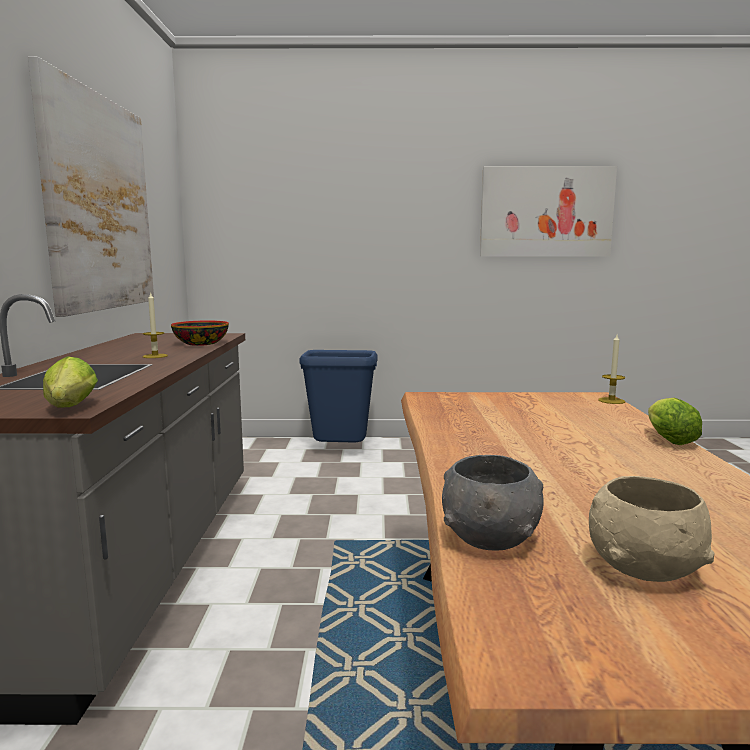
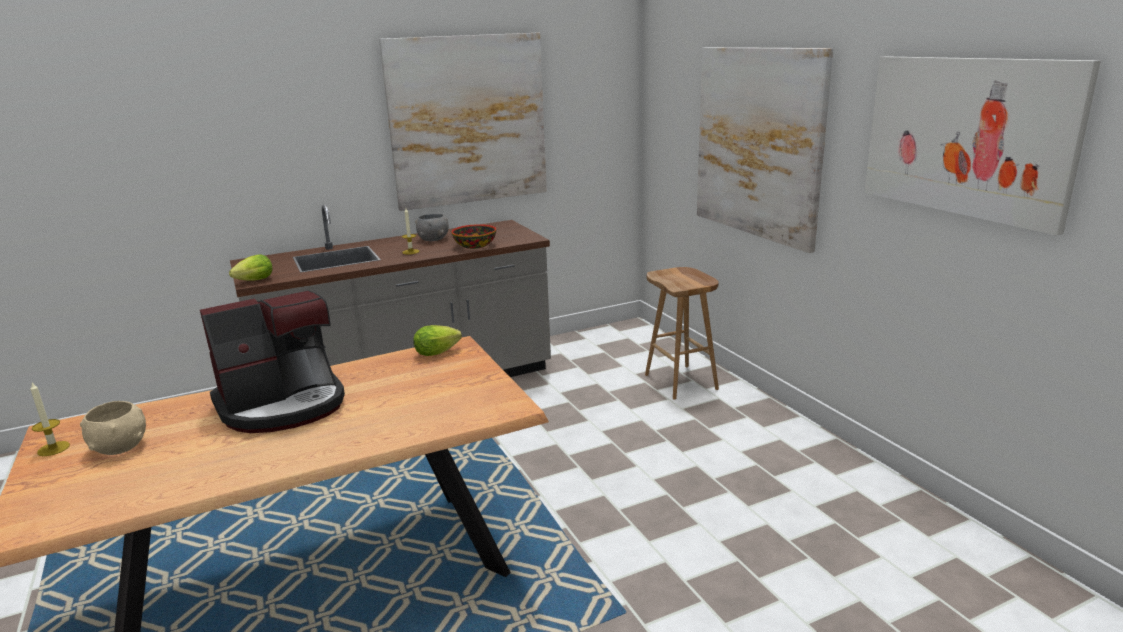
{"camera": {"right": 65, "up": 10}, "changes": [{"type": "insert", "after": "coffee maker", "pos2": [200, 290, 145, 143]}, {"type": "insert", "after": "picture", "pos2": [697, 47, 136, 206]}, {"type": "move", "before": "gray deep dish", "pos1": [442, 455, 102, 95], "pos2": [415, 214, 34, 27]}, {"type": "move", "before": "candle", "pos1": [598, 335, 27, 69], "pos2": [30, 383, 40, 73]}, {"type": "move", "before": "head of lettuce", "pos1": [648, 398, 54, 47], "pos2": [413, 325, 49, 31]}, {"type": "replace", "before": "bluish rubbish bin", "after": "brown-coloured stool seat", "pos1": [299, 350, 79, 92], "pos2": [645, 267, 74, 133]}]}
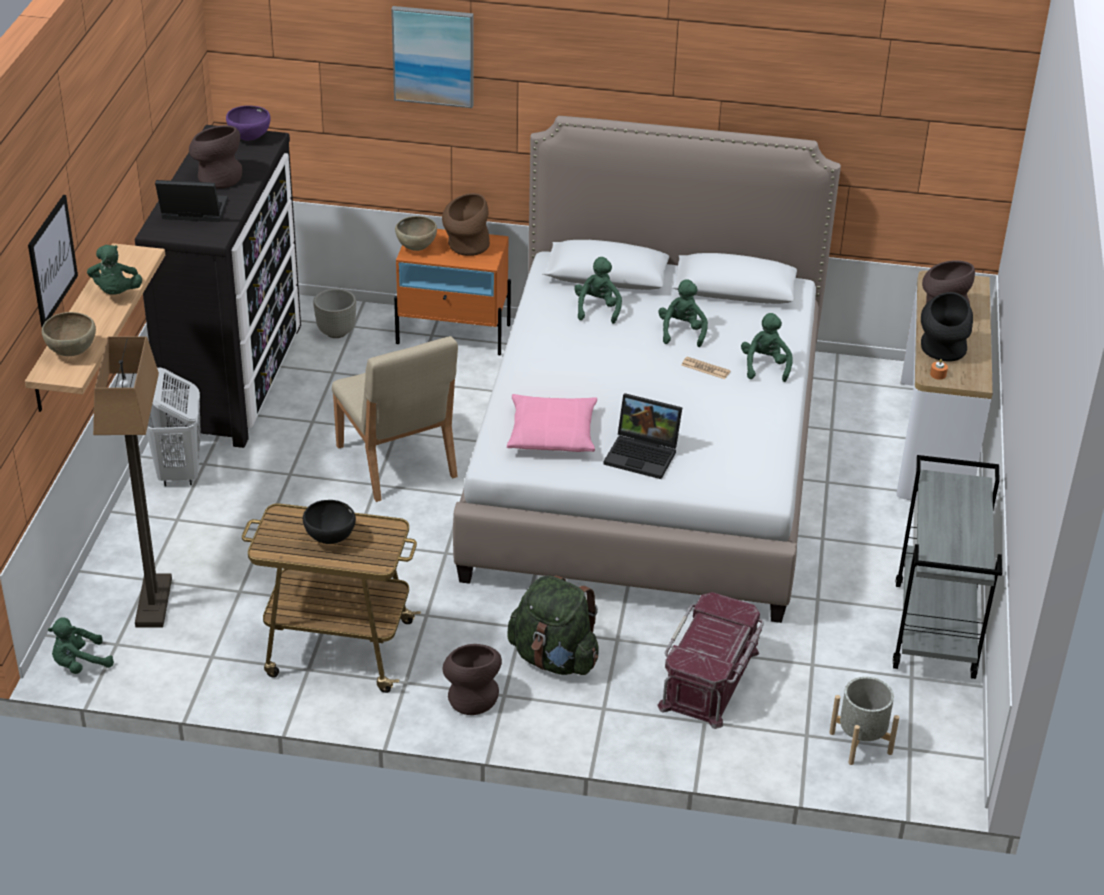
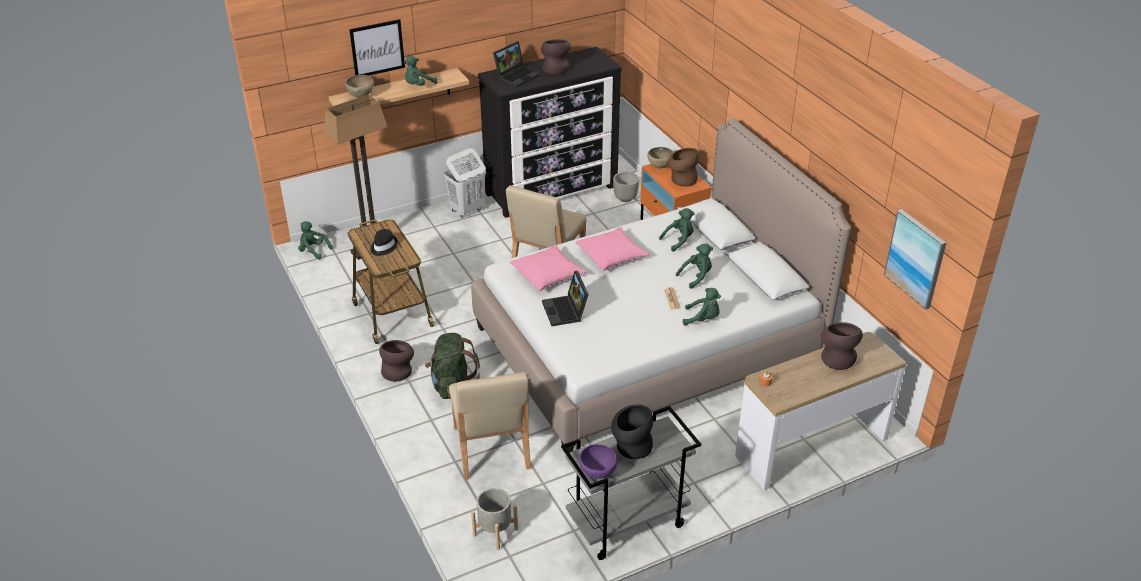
{"camera": {"right": 55, "up": 0}, "changes": [{"type": "insert", "after": "pinkish cushion", "pos2": [575, 227, 74, 44]}, {"type": "move", "before": "purple-coloured deep dish", "pos1": [226, 106, 44, 35], "pos2": [579, 444, 38, 35]}, {"type": "move", "before": "picture", "pos1": [391, 6, 83, 102], "pos2": [884, 209, 62, 101]}, {"type": "move", "before": "black decorative vase", "pos1": [921, 292, 52, 70], "pos2": [611, 405, 42, 54]}, {"type": "replace", "before": "black deep dish", "after": "black wearable hat", "pos1": [303, 500, 53, 44], "pos2": [370, 229, 28, 27]}, {"type": "replace", "before": "red storage container", "after": "sand-coloured plain chair", "pos1": [657, 592, 107, 137], "pos2": [449, 372, 82, 108]}, {"type": "rotate", "before": "notebook computer", "pos1": [155, 180, 73, 42], "pos2": [493, 42, 47, 45], "turn": 75}, {"type": "rotate", "before": "greenish plush toy", "pos1": [741, 313, 52, 69], "pos2": [683, 288, 38, 37], "turn": 45}]}
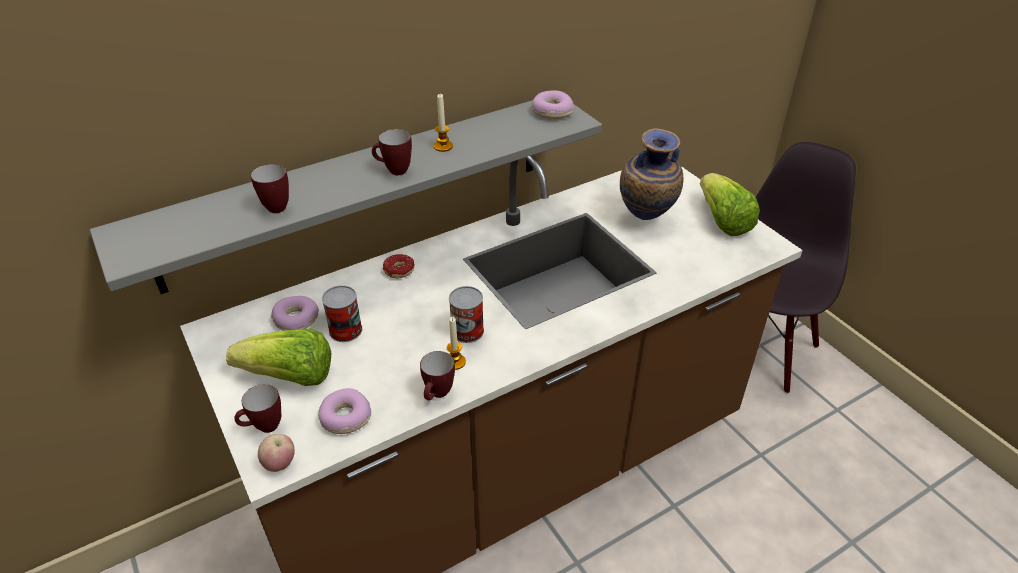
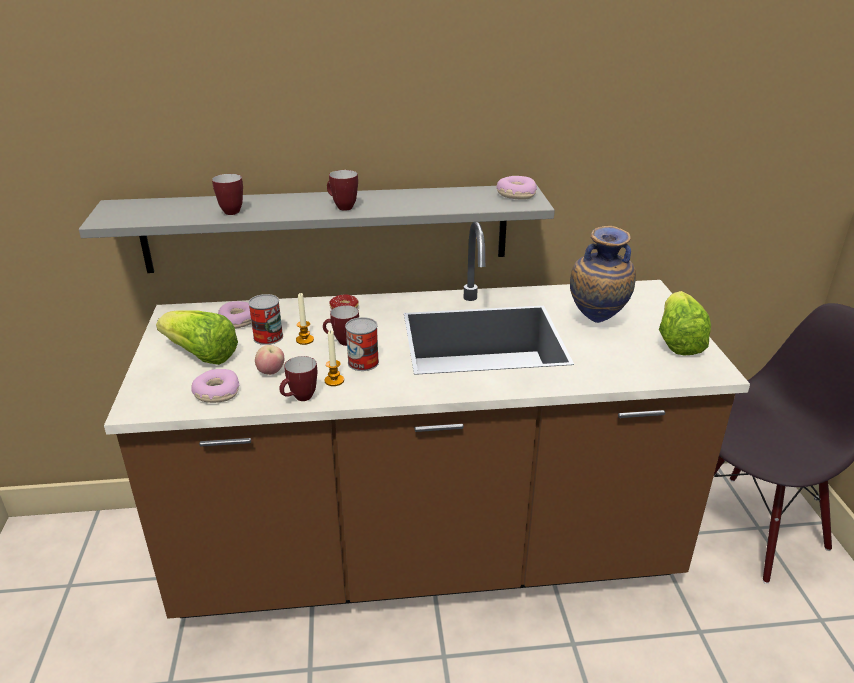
{"camera": {"right": 25, "up": -10}, "changes": [{"type": "move", "before": "tea mug", "pos1": [235, 384, 46, 49], "pos2": [323, 305, 36, 41]}, {"type": "move", "before": "whole apple", "pos1": [258, 434, 37, 38], "pos2": [255, 345, 30, 30]}, {"type": "move", "before": "candle", "pos1": [434, 94, 19, 58], "pos2": [296, 293, 18, 52]}]}
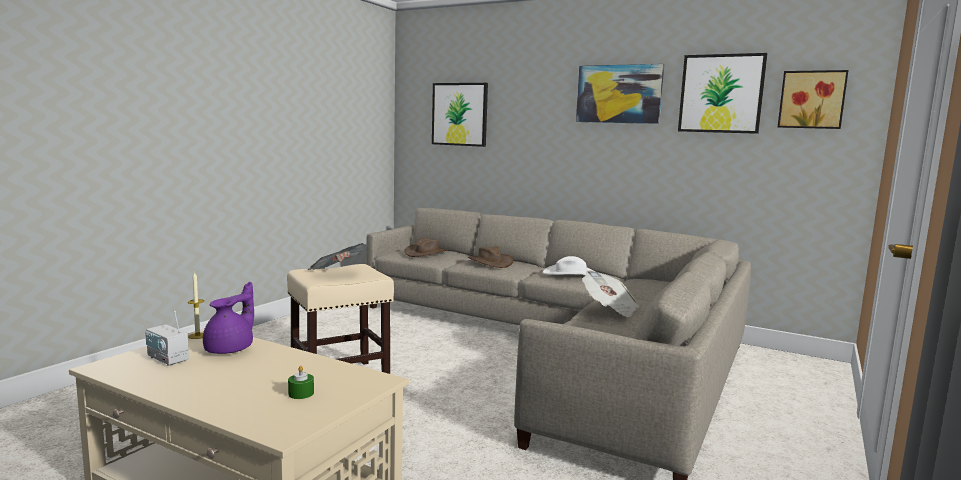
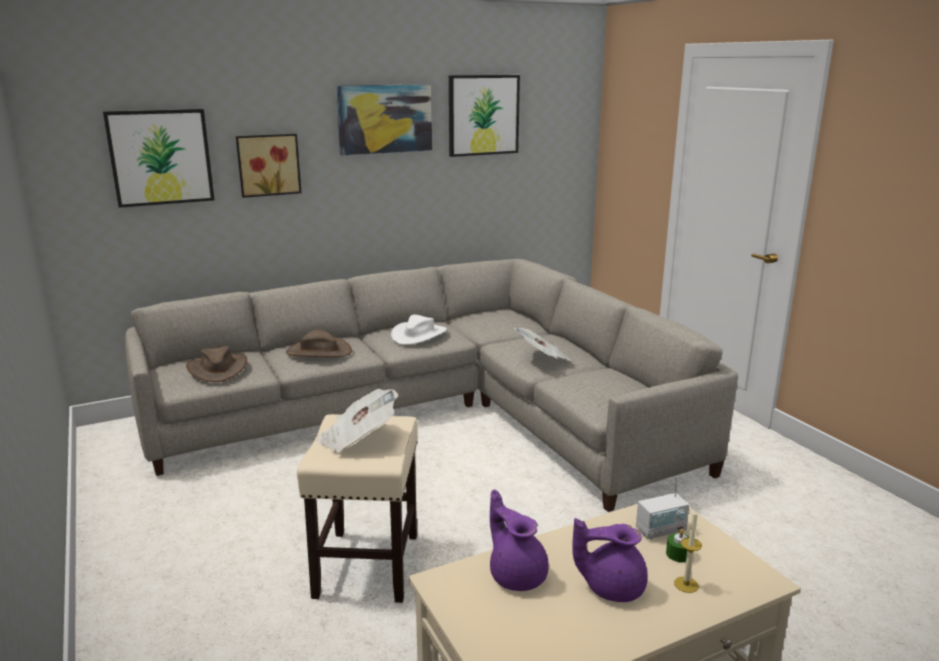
{"camera": {"right": -55, "up": 10}, "changes": [{"type": "insert", "after": "purple-coloured teapot", "pos2": [572, 518, 76, 84]}, {"type": "move", "before": "radio set", "pos1": [145, 310, 44, 56], "pos2": [636, 476, 53, 64]}, {"type": "move", "before": "candle", "pos1": [188, 271, 16, 68], "pos2": [674, 509, 28, 84]}, {"type": "move", "before": "picture", "pos1": [778, 70, 71, 59], "pos2": [236, 134, 66, 64]}]}
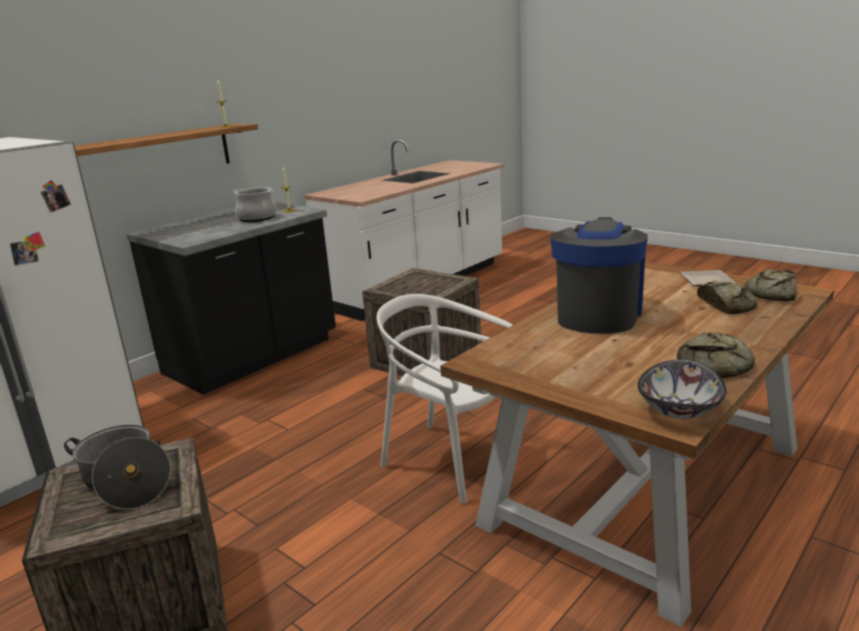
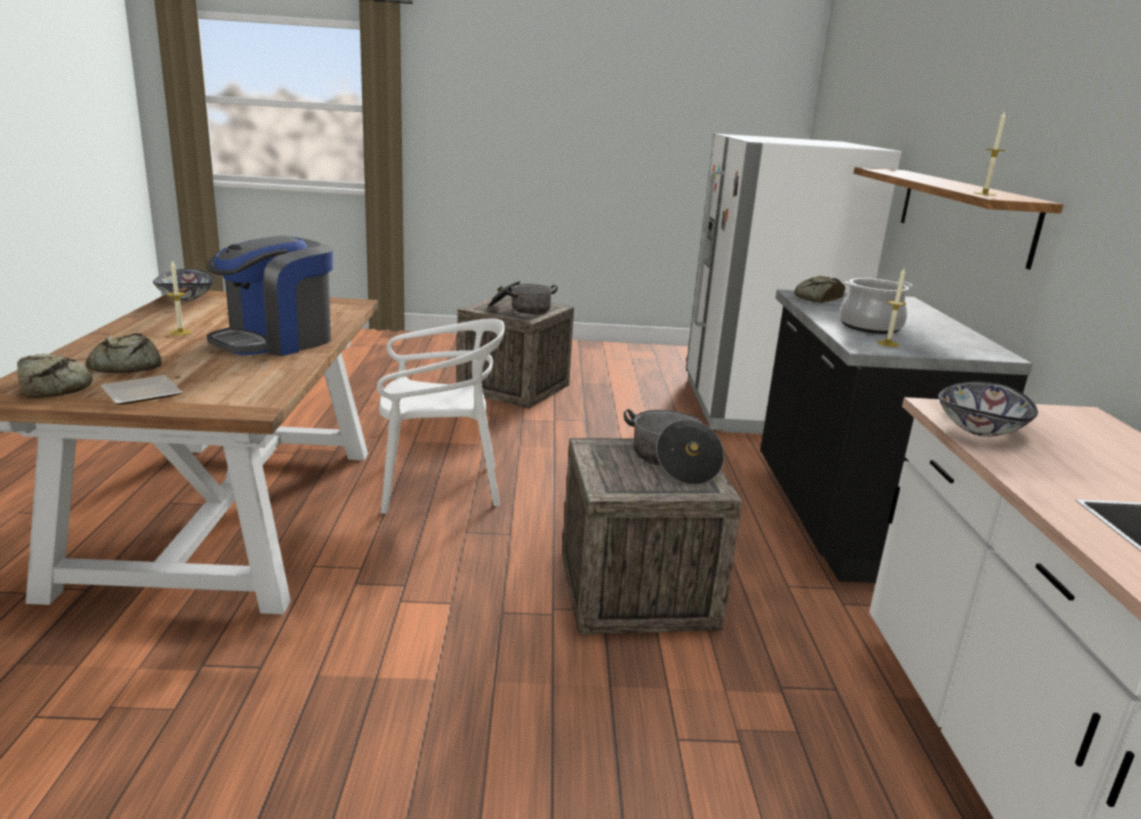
{"camera": {"right": 135, "up": 0}, "changes": [{"type": "insert", "after": "candle", "pos2": [167, 260, 24, 75]}, {"type": "insert", "after": "cooking pot", "pos2": [624, 409, 100, 76]}, {"type": "insert", "after": "deep dish", "pos2": [938, 381, 100, 56]}, {"type": "move", "before": "bread", "pos1": [677, 332, 78, 46], "pos2": [794, 276, 51, 27]}, {"type": "rotate", "before": "coffee maker", "pos1": [550, 217, 98, 117], "pos2": [206, 235, 127, 121], "turn": 60}]}
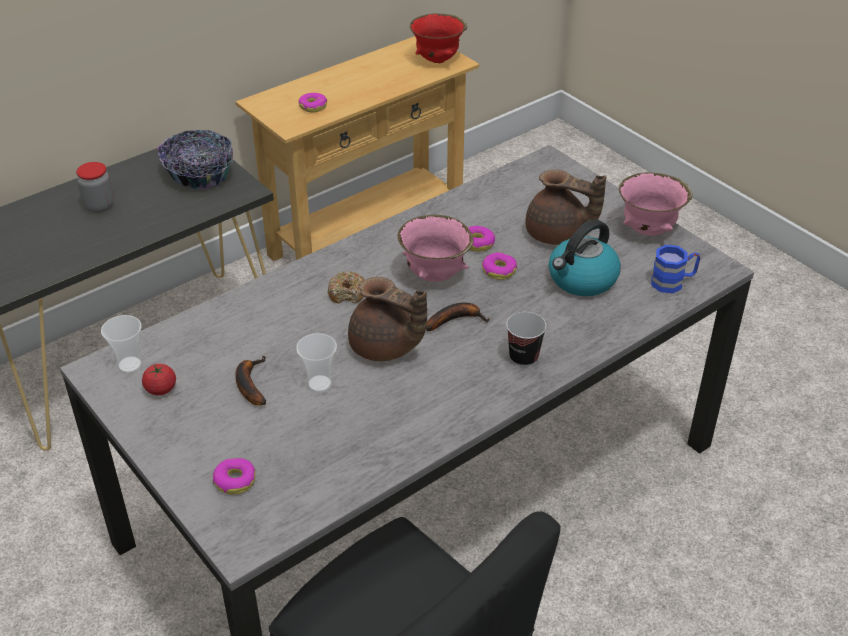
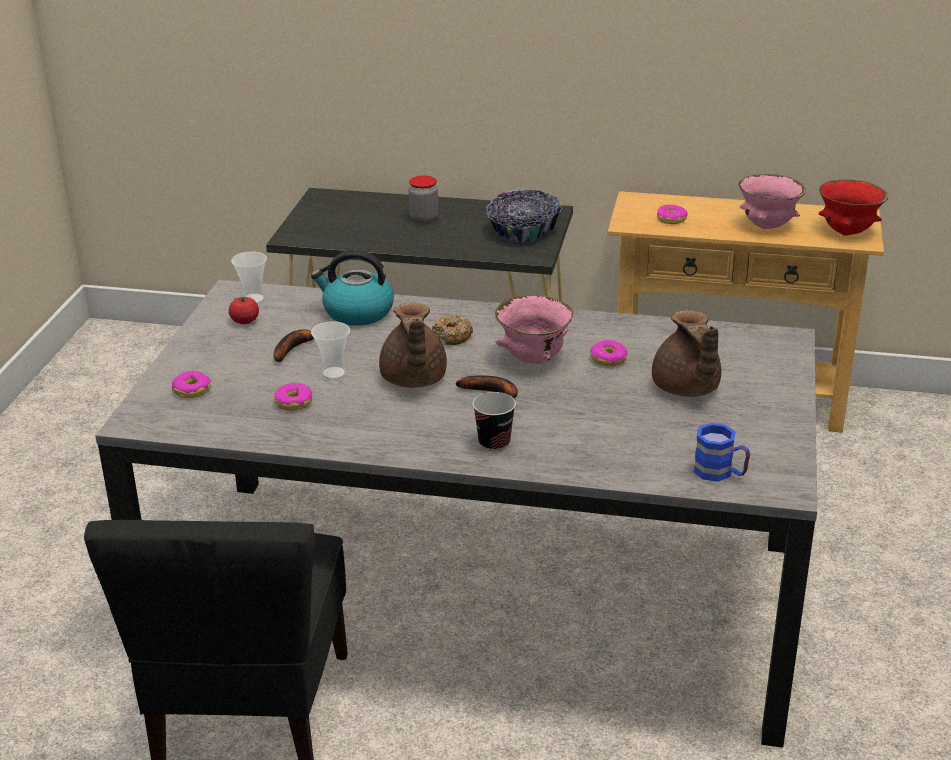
{"camera": {"right": 50, "up": -10}, "changes": [{"type": "move", "before": "doughnut", "pos1": [482, 252, 35, 28], "pos2": [274, 383, 38, 28]}, {"type": "move", "before": "tea kettle", "pos1": [549, 220, 72, 76], "pos2": [311, 250, 83, 76]}, {"type": "move", "before": "pinkish deep dish", "pos1": [619, 172, 73, 64], "pos2": [738, 174, 68, 55]}]}
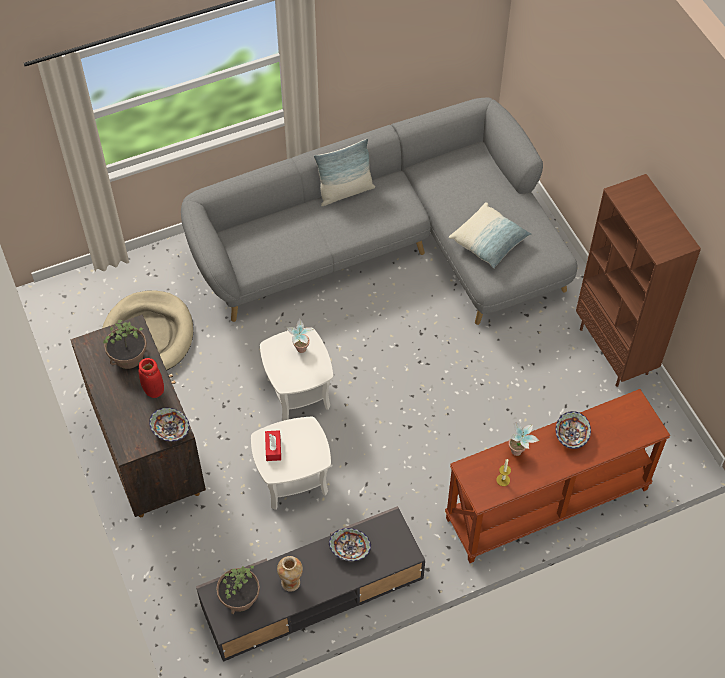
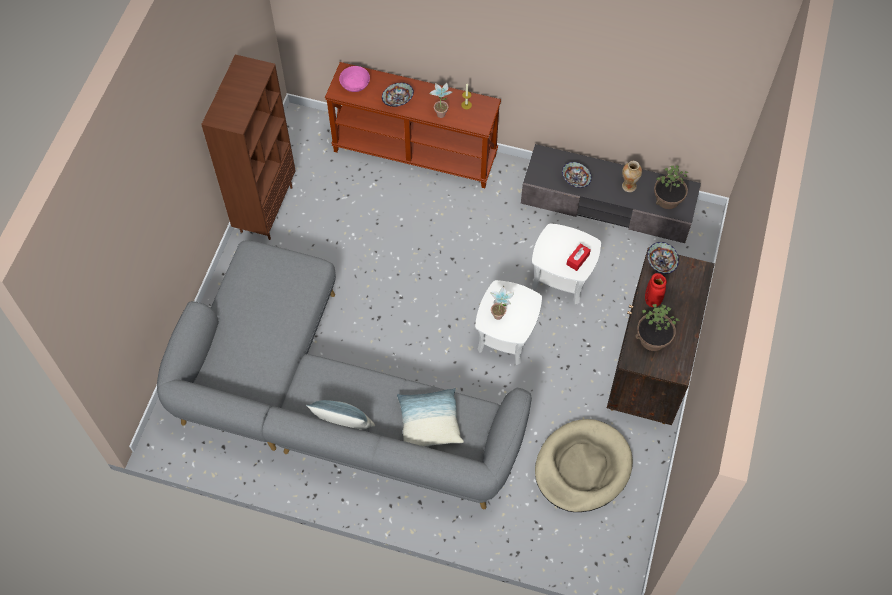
{"camera": {"right": -140, "up": 5}, "changes": [{"type": "insert", "after": "pinkish deep dish", "pos2": [339, 66, 31, 26]}, {"type": "move", "before": "cushion", "pos1": [449, 202, 83, 67], "pos2": [397, 388, 67, 59]}]}
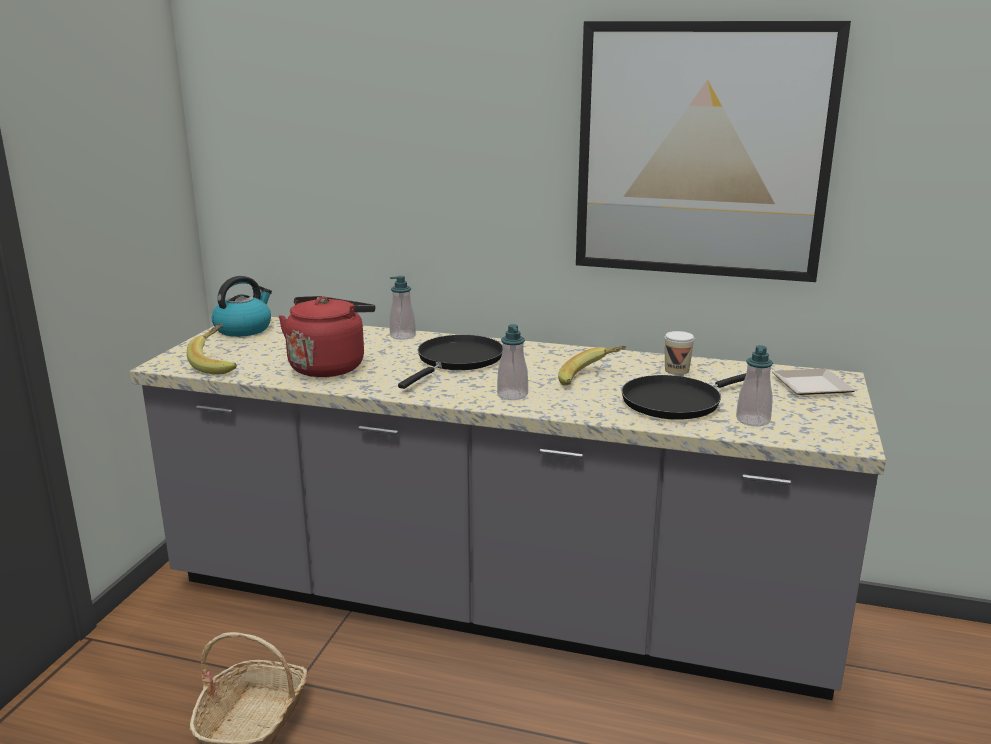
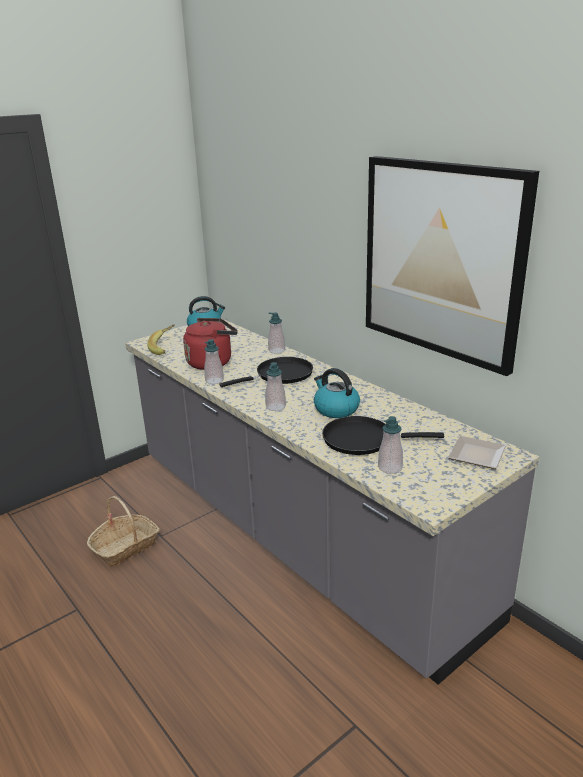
{"camera": {"right": 35, "up": 5}, "changes": [{"type": "delete", "before": "drinking cup", "pos1": [665, 331, 29, 44]}, {"type": "insert", "after": "soap dispenser", "pos2": [204, 339, 20, 45]}, {"type": "replace", "before": "banana fruit", "after": "tea kettle", "pos1": [558, 346, 68, 39], "pos2": [314, 368, 46, 50]}]}
